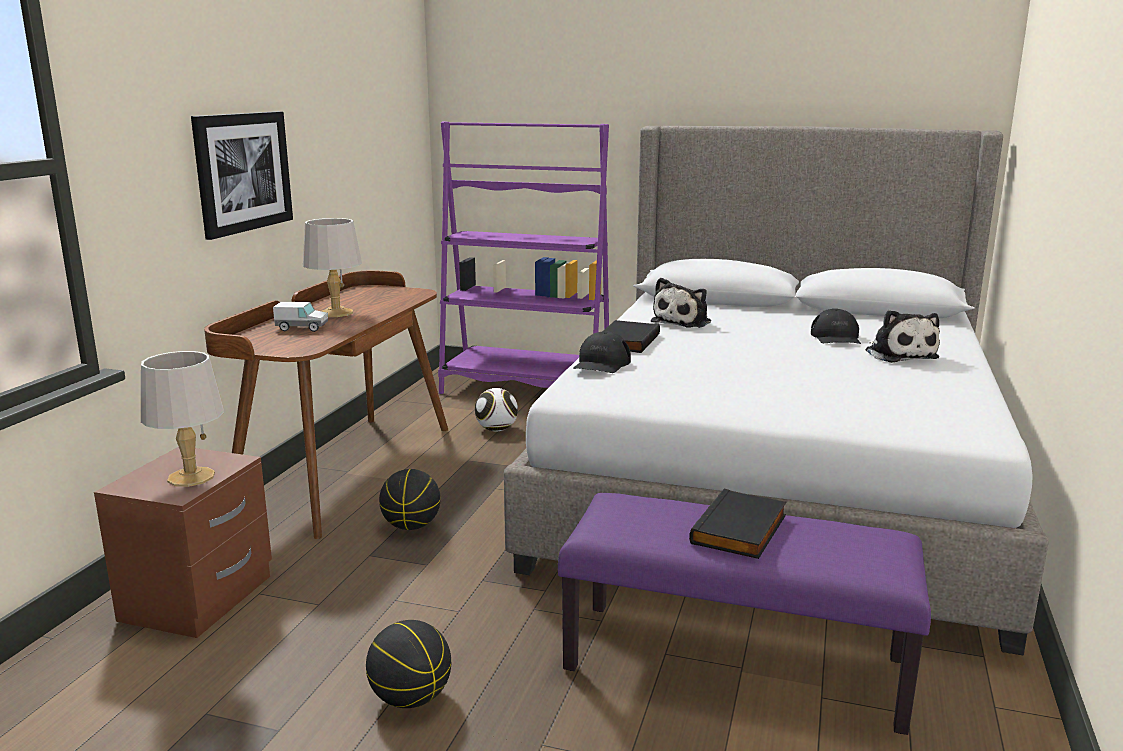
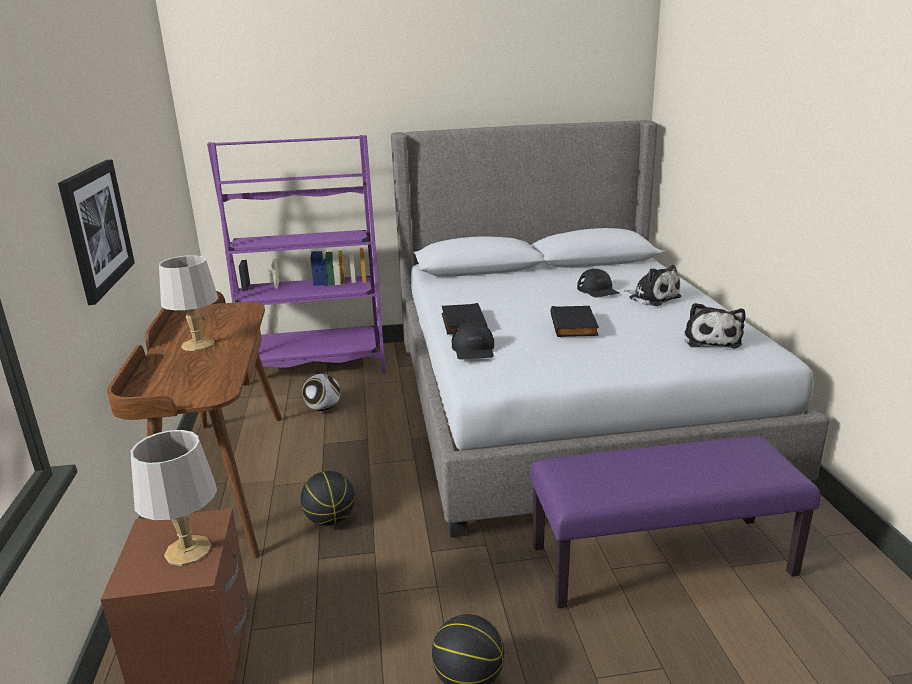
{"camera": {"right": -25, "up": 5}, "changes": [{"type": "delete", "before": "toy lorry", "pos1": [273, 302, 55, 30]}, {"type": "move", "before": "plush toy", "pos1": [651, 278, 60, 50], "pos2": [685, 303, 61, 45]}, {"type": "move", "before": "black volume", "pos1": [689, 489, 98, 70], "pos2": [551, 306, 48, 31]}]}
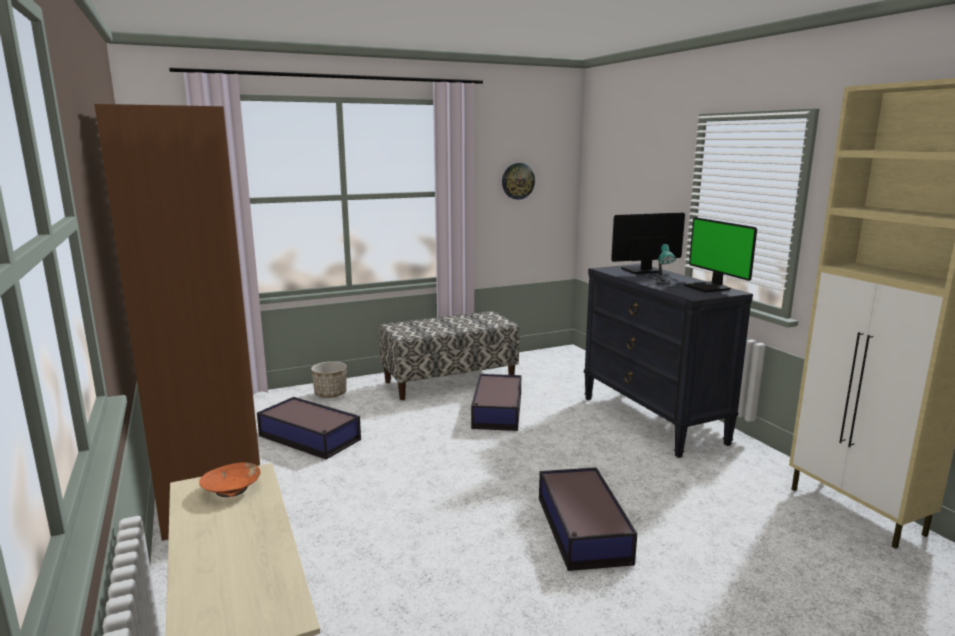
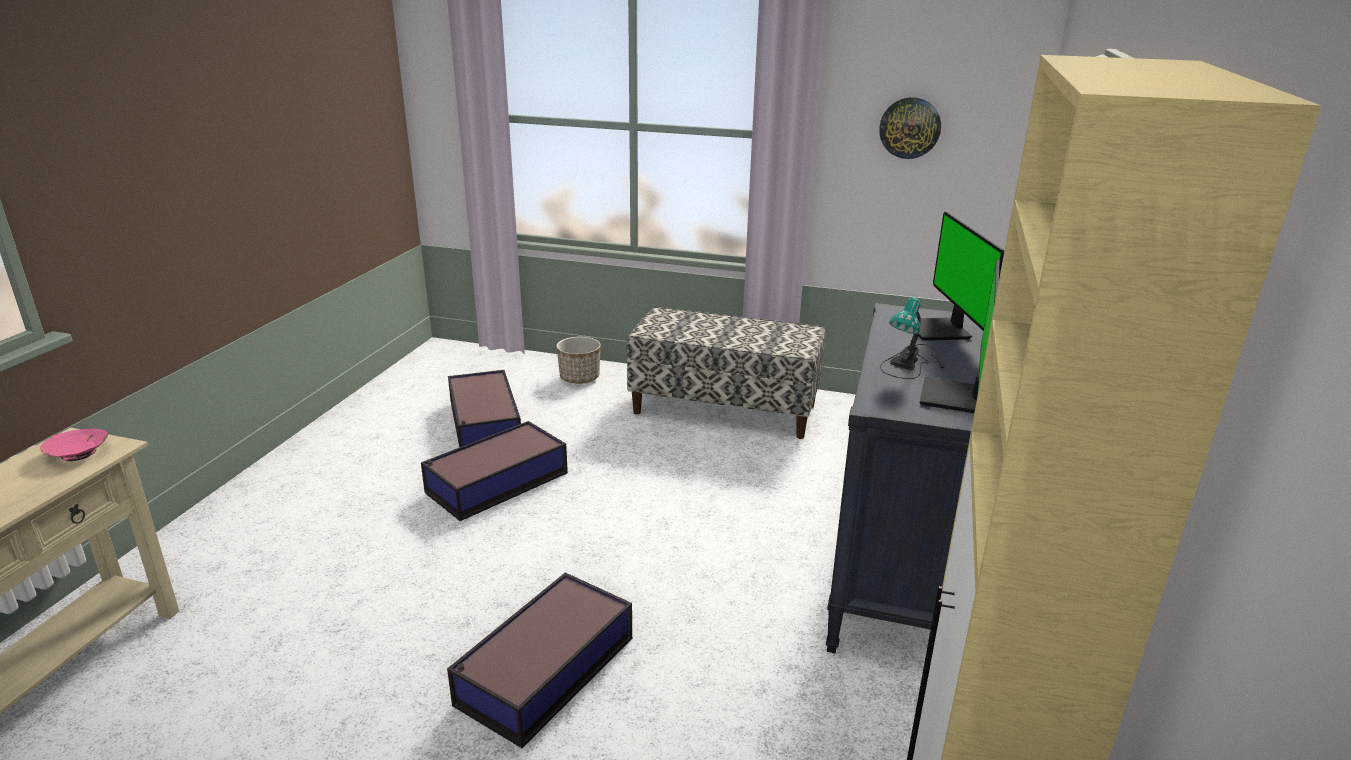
{"camera": {"right": 40, "up": 10}, "changes": [{"type": "delete", "before": "brown-coloured armoire", "pos1": [94, 104, 166, 437]}, {"type": "move", "before": "storage container", "pos1": [471, 374, 50, 57], "pos2": [421, 421, 147, 100]}, {"type": "recolor", "before": "orangey deep dish", "after": "pinkish deep dish", "pos1": [199, 462, 62, 35], "pos2": [40, 429, 68, 32]}, {"type": "rotate", "before": "computer display", "pos1": [611, 213, 74, 61], "pos2": [918, 212, 86, 129], "turn": -120}]}
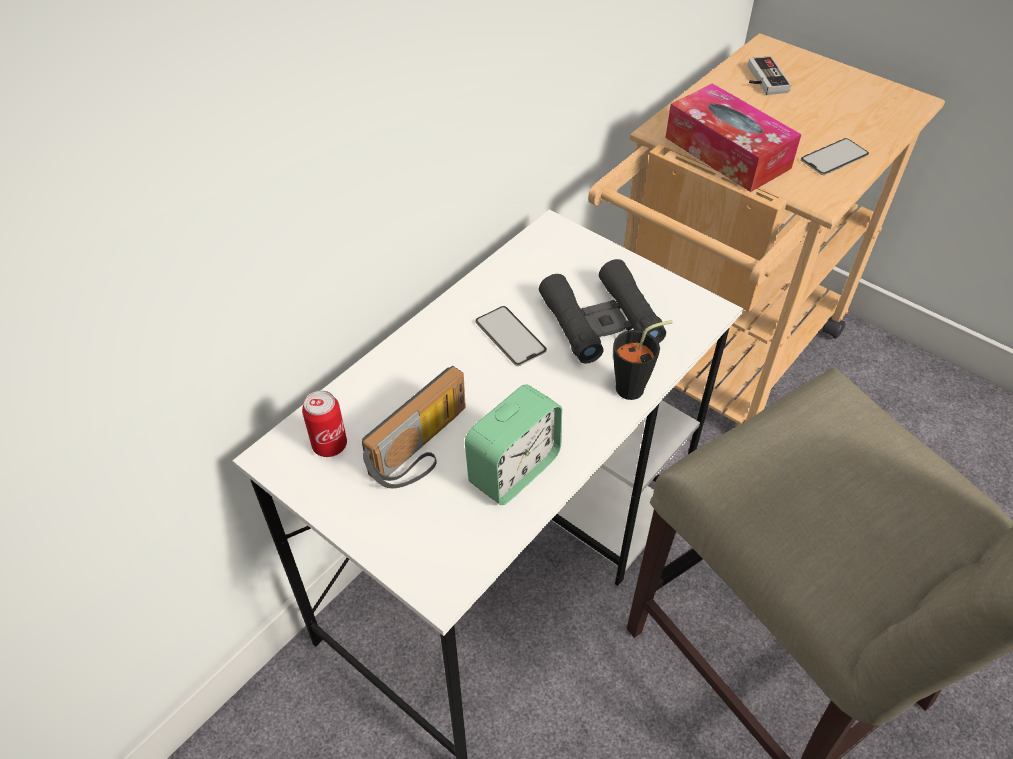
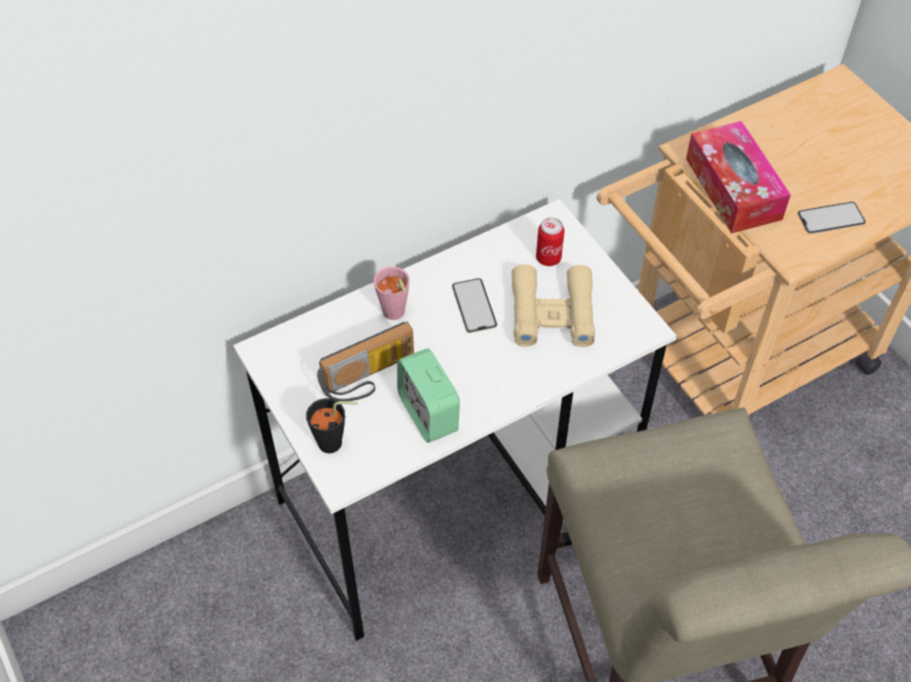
{"camera": {"right": 20, "up": 5}, "changes": [{"type": "delete", "before": "gamepad", "pos1": [748, 56, 43, 39]}, {"type": "insert", "after": "pinkish drinking cup", "pos2": [374, 267, 36, 53]}, {"type": "move", "before": "sealed can", "pos1": [302, 391, 45, 66], "pos2": [536, 218, 28, 48]}, {"type": "move", "before": "black drinking cup", "pos1": [613, 320, 60, 80], "pos2": [306, 398, 51, 55]}, {"type": "recolor", "before": "black pair of binoculars", "after": "sand-coloured pair of binoculars", "pos1": [539, 259, 127, 105], "pos2": [512, 264, 83, 83]}, {"type": "rotate", "before": "table clock", "pos1": [465, 385, 97, 120], "pos2": [397, 349, 63, 94], "turn": 90}]}
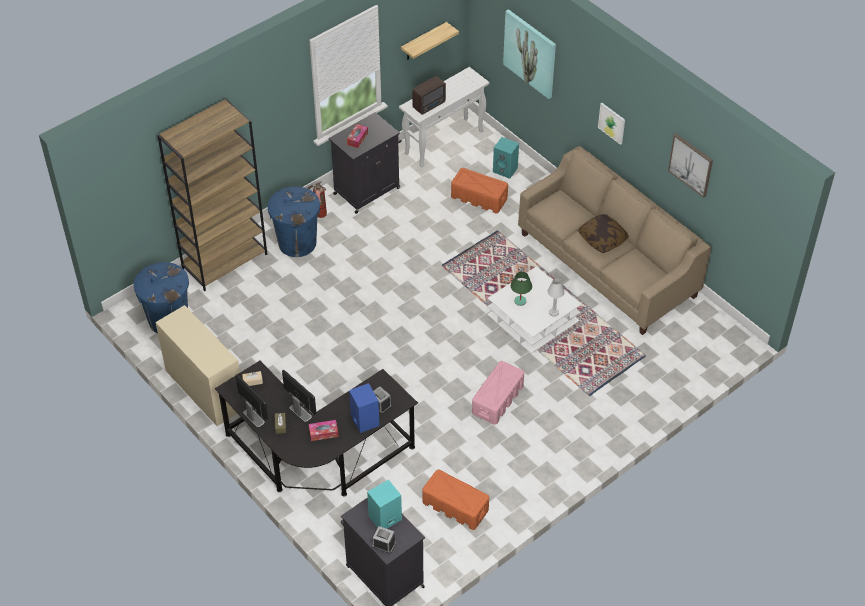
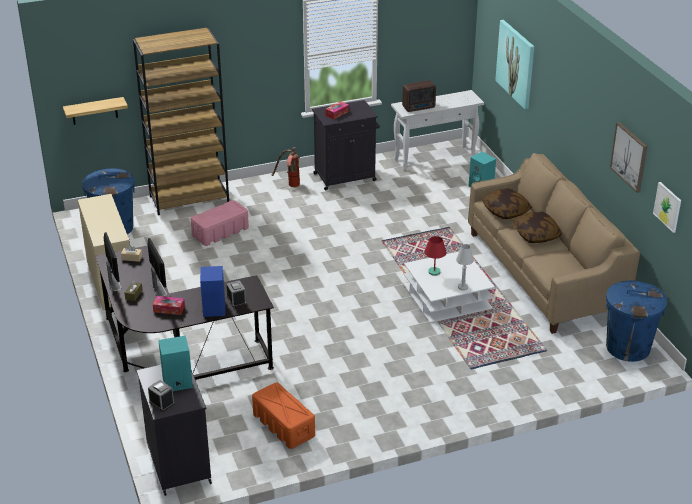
{"camera": {"right": 20, "up": -15}, "changes": [{"type": "delete", "before": "orangey storage container", "pos1": [451, 168, 57, 46]}, {"type": "insert", "after": "cushion", "pos2": [482, 188, 50, 31]}, {"type": "move", "before": "bluish rubbish bin", "pos1": [268, 186, 52, 71], "pos2": [606, 280, 61, 82]}, {"type": "move", "before": "shelf", "pos1": [401, 22, 58, 38], "pos2": [63, 97, 65, 28]}, {"type": "move", "before": "pinkish storage container", "pos1": [472, 361, 52, 64], "pos2": [191, 200, 58, 46]}, {"type": "move", "before": "picture", "pos1": [598, 103, 27, 42], "pos2": [653, 182, 28, 51]}, {"type": "recolor", "before": "greenish table lamp", "after": "red table lamp", "pos1": [511, 271, 21, 35], "pos2": [424, 236, 23, 40]}]}
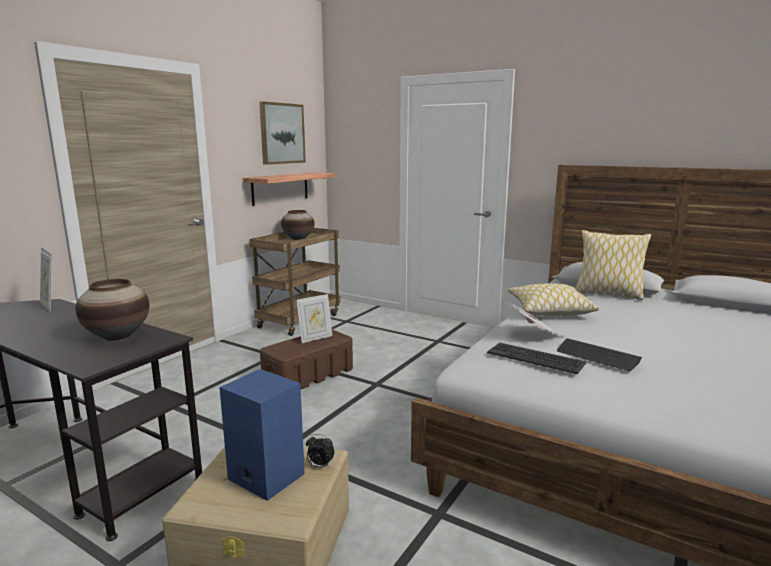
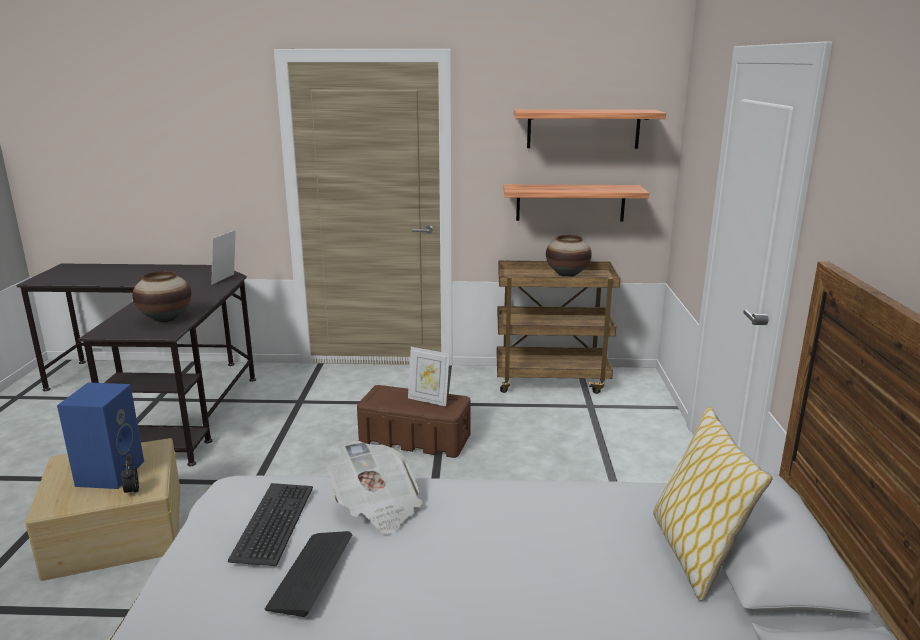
{"camera": {"right": 60, "up": 5}, "changes": [{"type": "delete", "before": "cushion", "pos1": [508, 283, 91, 33]}, {"type": "replace", "before": "picture", "after": "shelf", "pos1": [259, 101, 47, 64], "pos2": [514, 109, 152, 40]}]}
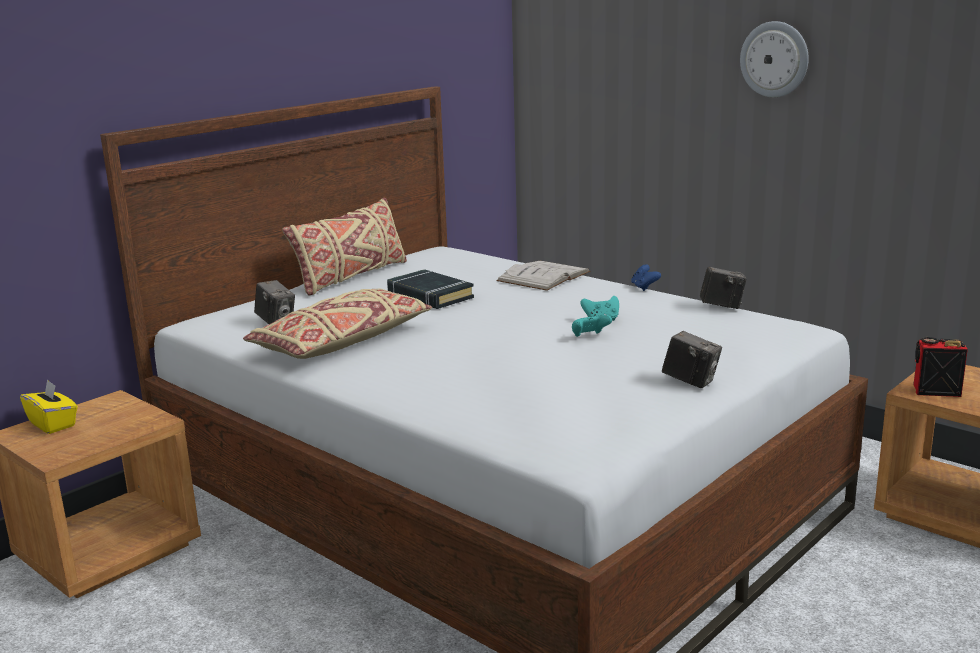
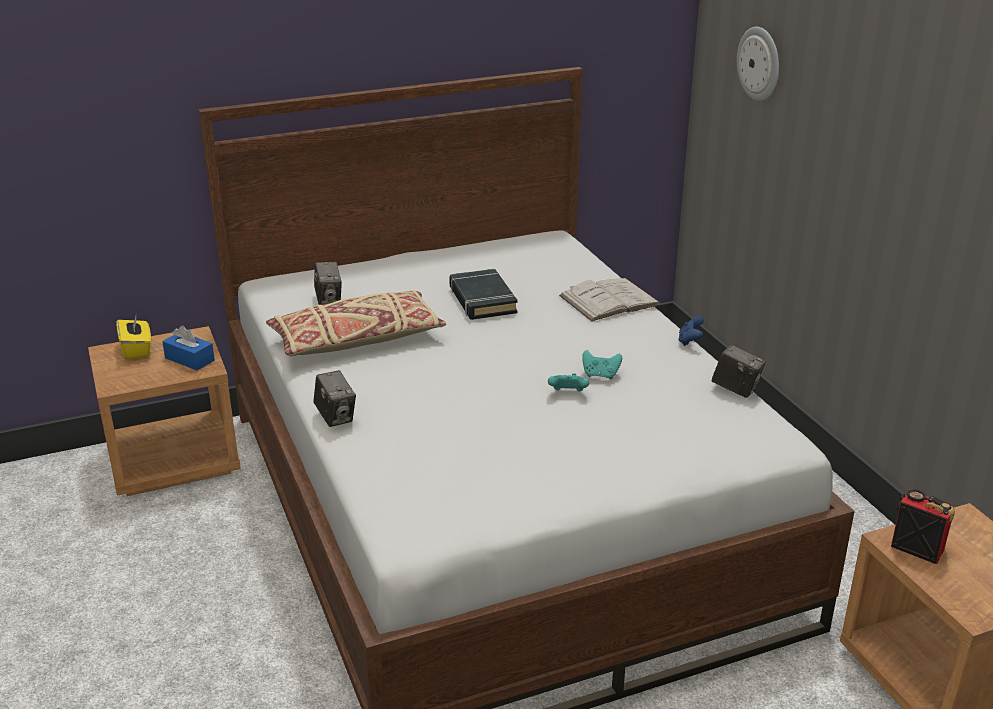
{"camera": {"right": 25, "up": 10}, "changes": [{"type": "delete", "before": "sand-coloured cushion", "pos1": [282, 198, 125, 97]}, {"type": "insert", "after": "bluish tissue holder", "pos2": [162, 326, 53, 44]}, {"type": "move", "before": "still camera", "pos1": [662, 331, 60, 57], "pos2": [313, 370, 43, 57]}, {"type": "move", "before": "hanging clock", "pos1": [740, 21, 69, 76], "pos2": [737, 26, 42, 75]}]}
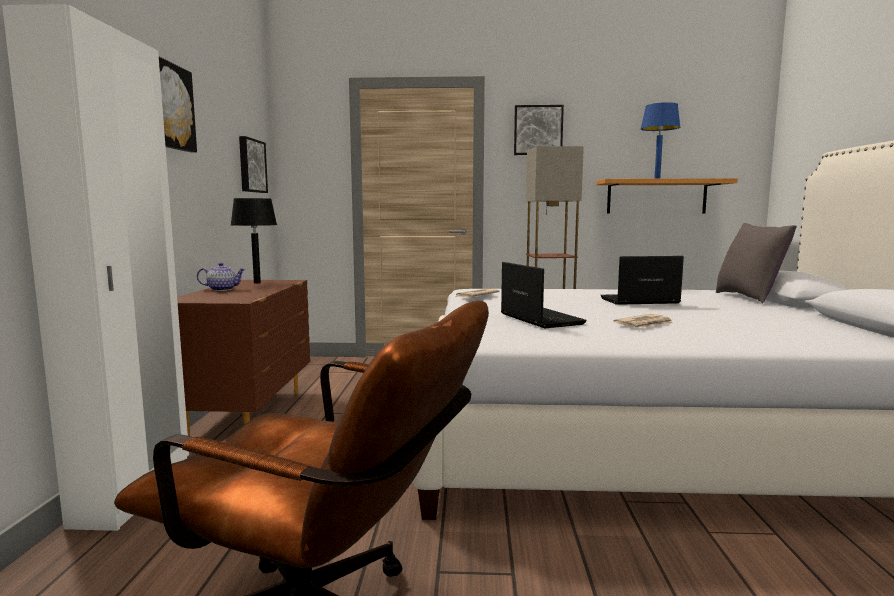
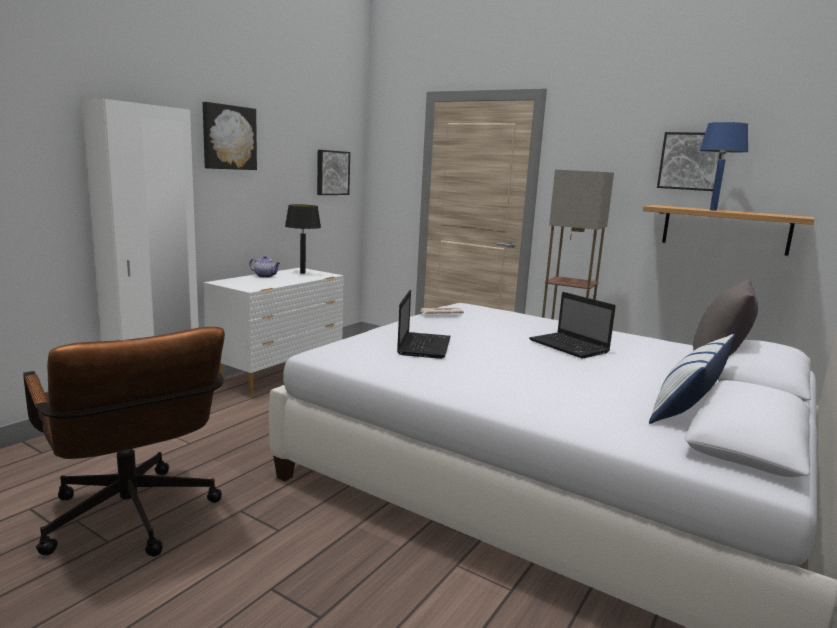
{"camera": {"right": 30, "up": 5}, "changes": [{"type": "delete", "before": "newspaper", "pos1": [614, 314, 59, 14]}, {"type": "insert", "after": "cushion", "pos2": [649, 334, 86, 90]}, {"type": "move", "before": "picture", "pos1": [514, 105, 50, 50], "pos2": [657, 132, 65, 59]}, {"type": "recolor", "before": "brown-coloured drawer chest", "after": "white-coloured drawer chest", "pos1": [177, 280, 133, 156], "pos2": [203, 268, 141, 127]}, {"type": "rotate", "before": "notebook computer", "pos1": [600, 256, 84, 49], "pos2": [529, 292, 87, 67], "turn": -150}]}
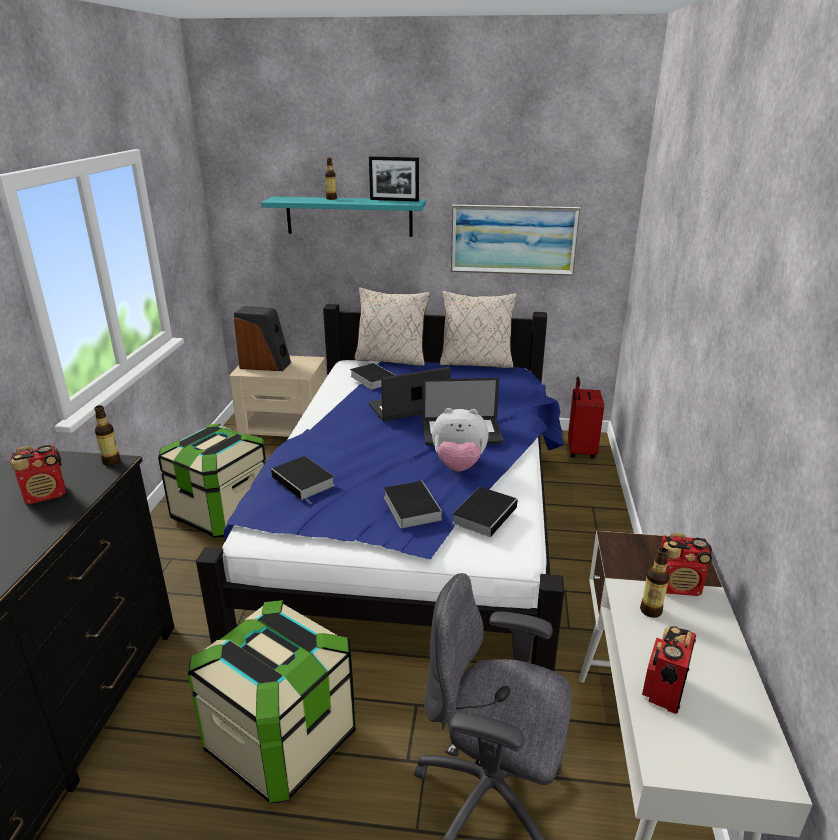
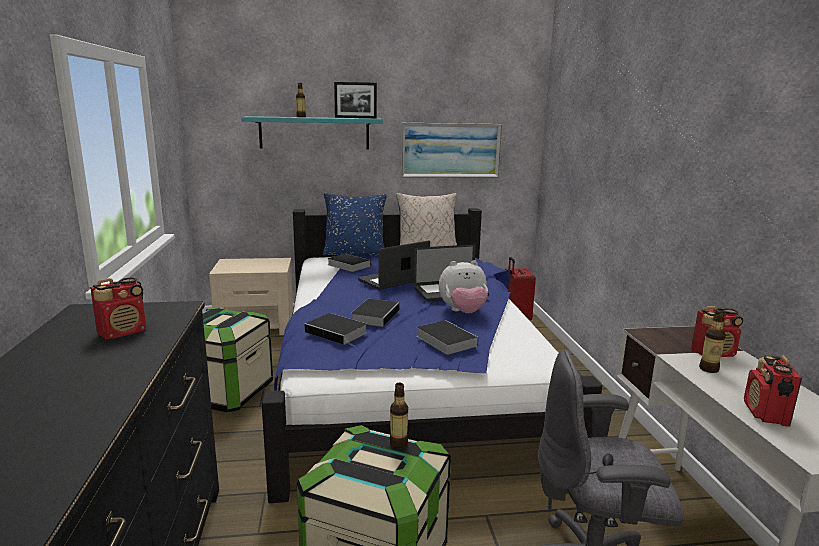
{"camera": {"right": -15, "up": -10}, "changes": [{"type": "delete", "before": "audio speaker", "pos1": [234, 306, 57, 65]}, {"type": "move", "before": "drink bottle", "pos1": [94, 405, 27, 61], "pos2": [390, 383, 18, 65]}, {"type": "move", "before": "volume", "pos1": [452, 487, 67, 50], "pos2": [351, 299, 48, 28]}, {"type": "recolor", "before": "sand-coloured cushion", "after": "bluish cushion", "pos1": [354, 287, 76, 79], "pos2": [323, 193, 64, 63]}]}
